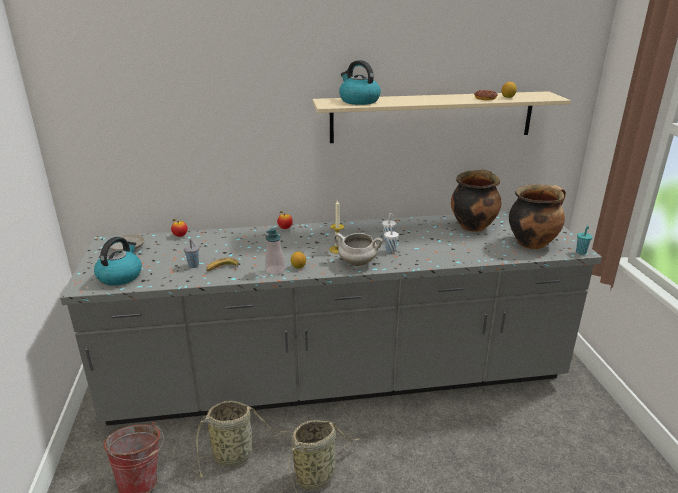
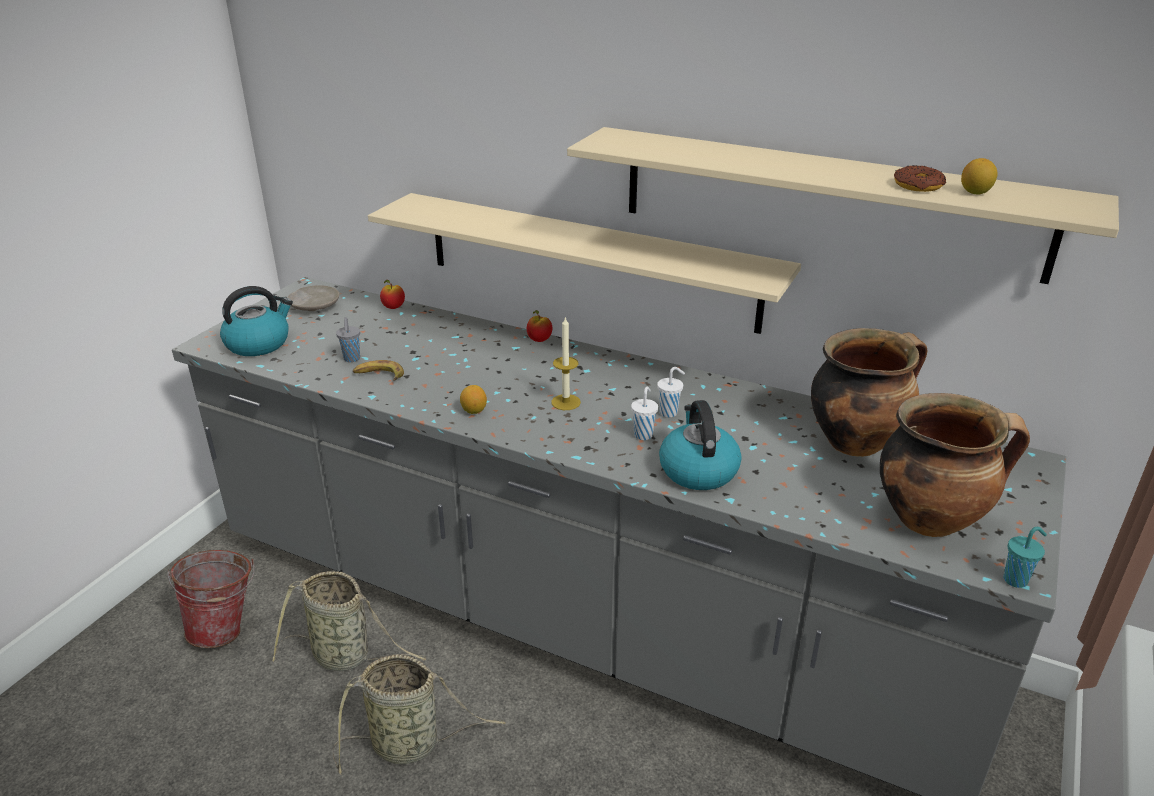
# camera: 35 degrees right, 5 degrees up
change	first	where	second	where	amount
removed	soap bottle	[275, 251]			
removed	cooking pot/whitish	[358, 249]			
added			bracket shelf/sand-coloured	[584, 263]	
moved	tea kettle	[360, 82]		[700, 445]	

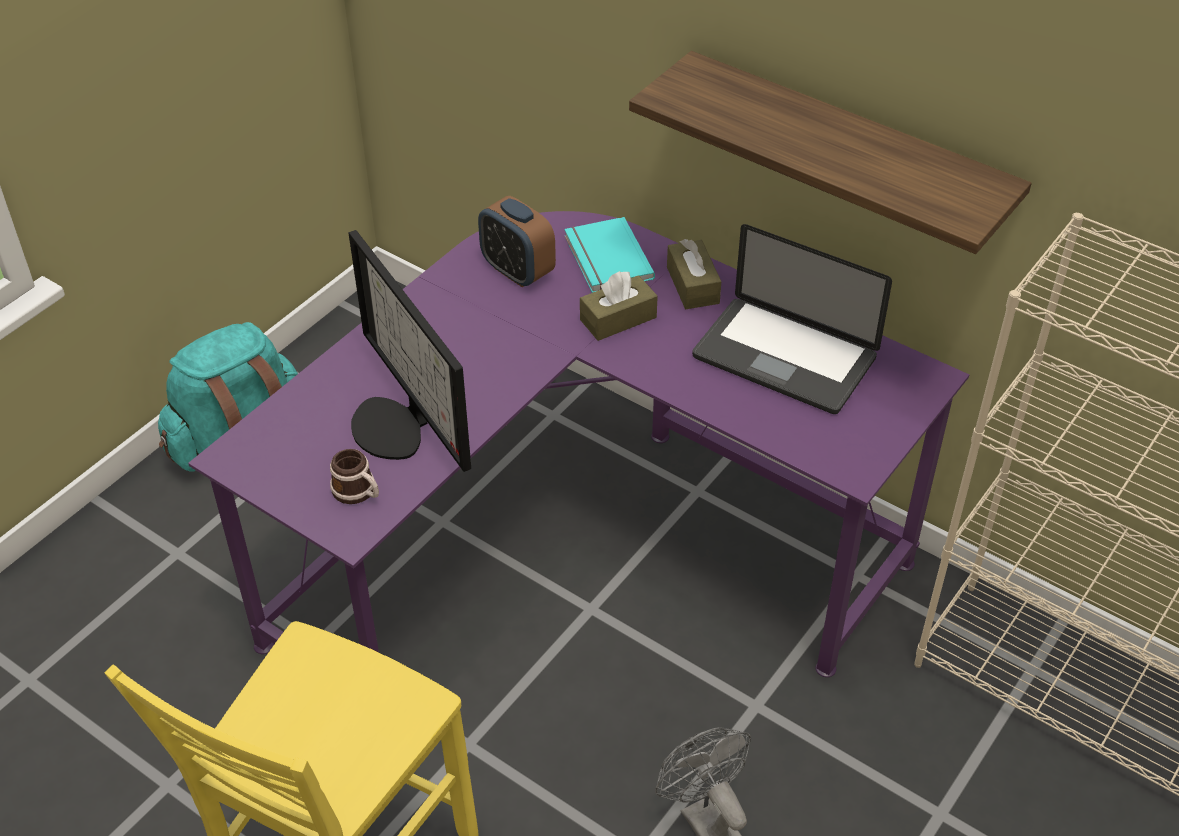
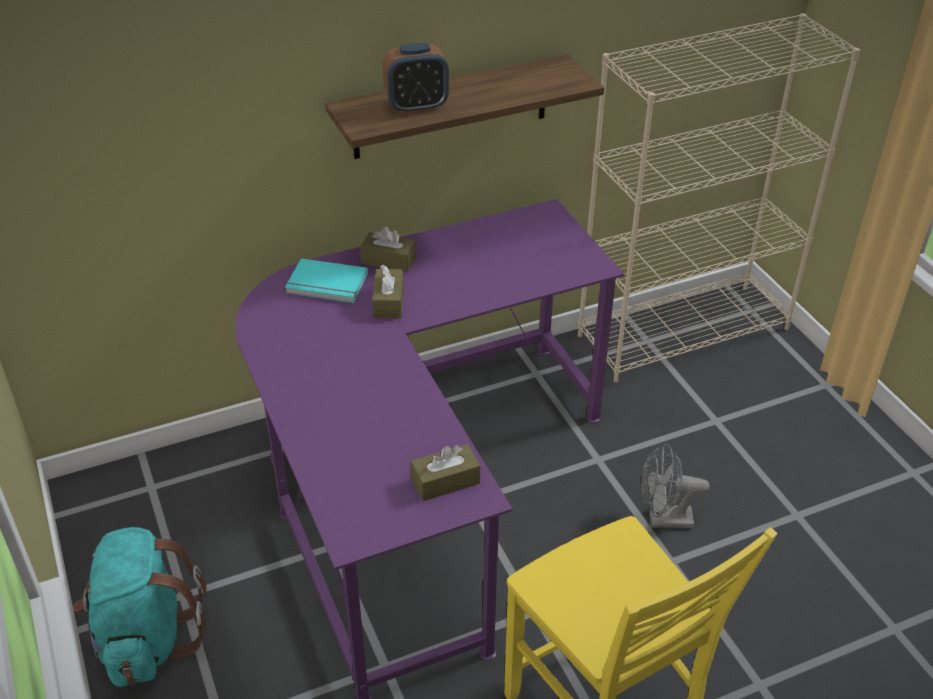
# camera: 60 degrees left, 5 degrees down
change	first	where	second	where	amount
removed	computer screen	[410, 351]			
removed	notebook computer	[792, 319]			
moved	table clock	[517, 241]		[416, 78]	
replaced	mug	[354, 476]	tissue box/brown	[446, 472]	

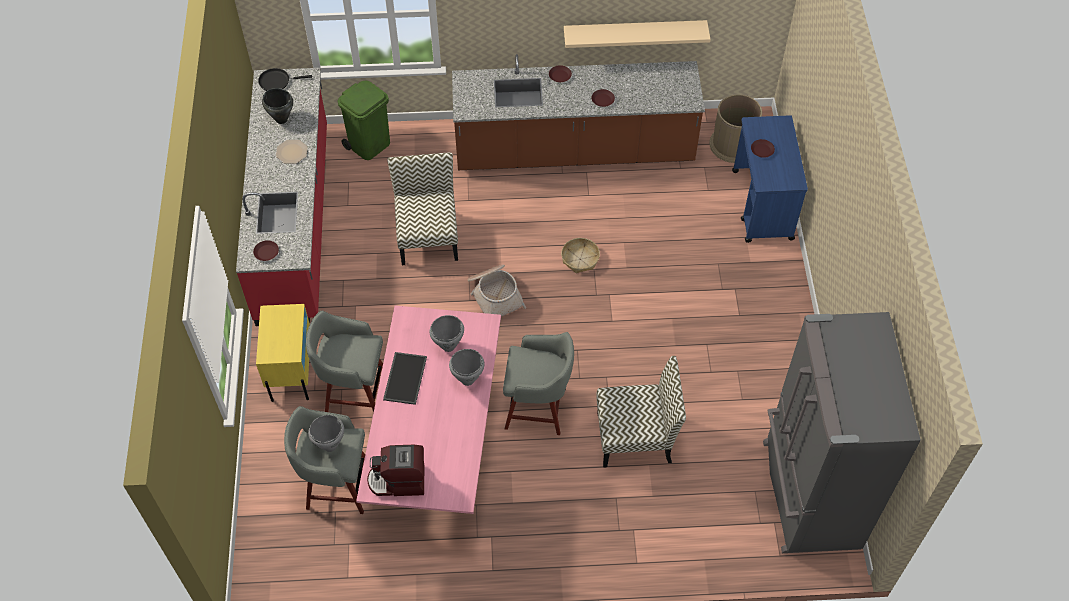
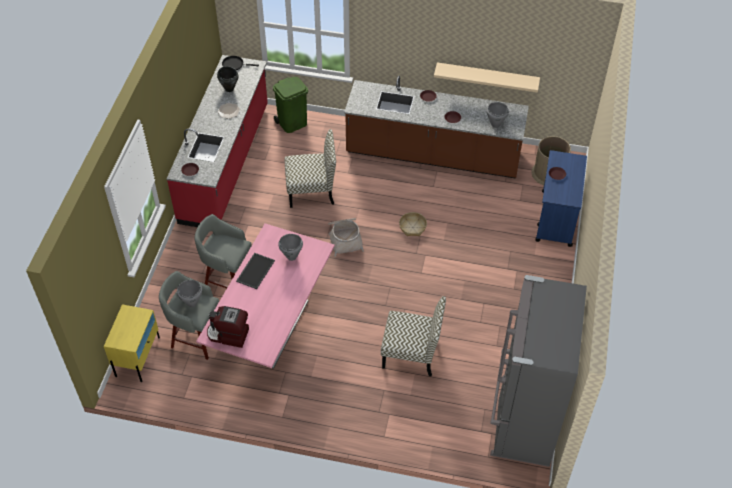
# camera: 15 degrees right, 5 degrees down
change	first	where	second	where	amount
removed	stool seat/greyish	[538, 383]			
moved	nightstand/yellowish	[283, 353]		[132, 343]	
moved	cooking pot/greyish	[467, 367]		[498, 115]	
turned	chair	[422, 209]		[310, 168]	75 degrees clockwise

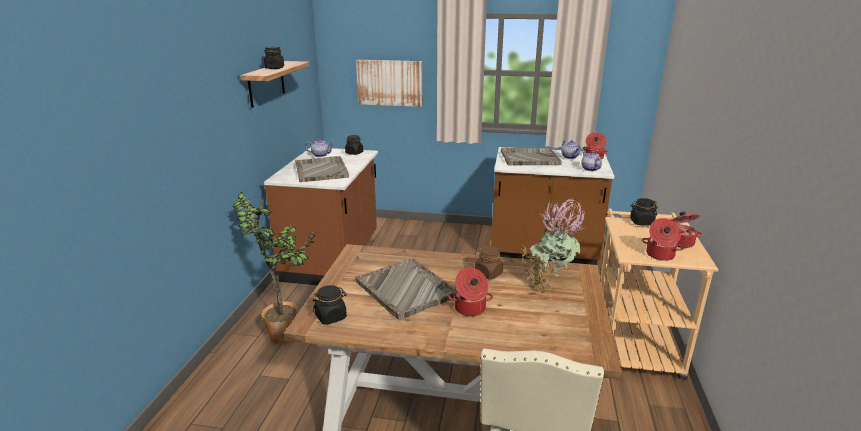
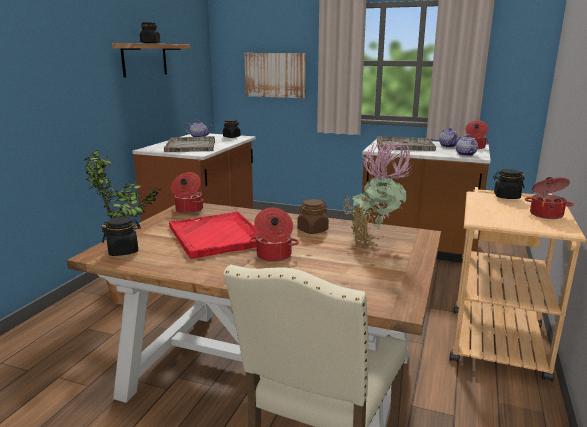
# camera: 10 degrees right, 5 degrees down
change	first	where	second	where	amount
moved	cooking pot	[663, 239]		[187, 192]	
recoloured	tray/greyish	[406, 289]	tray/red-coloured	[213, 235]	

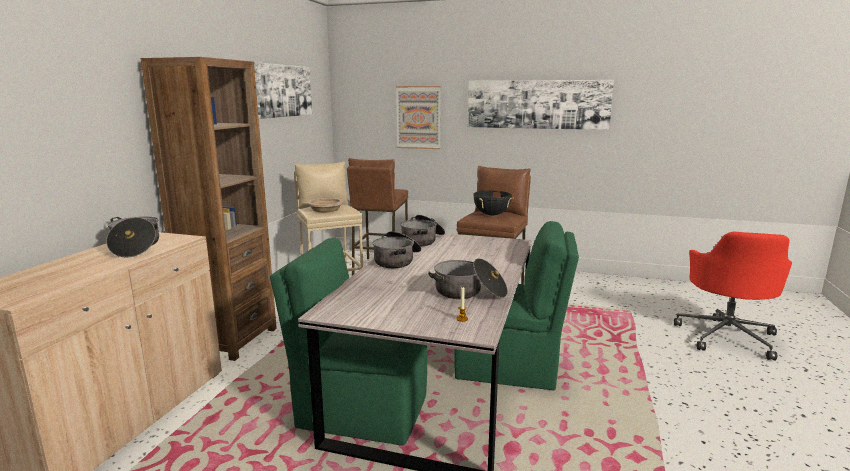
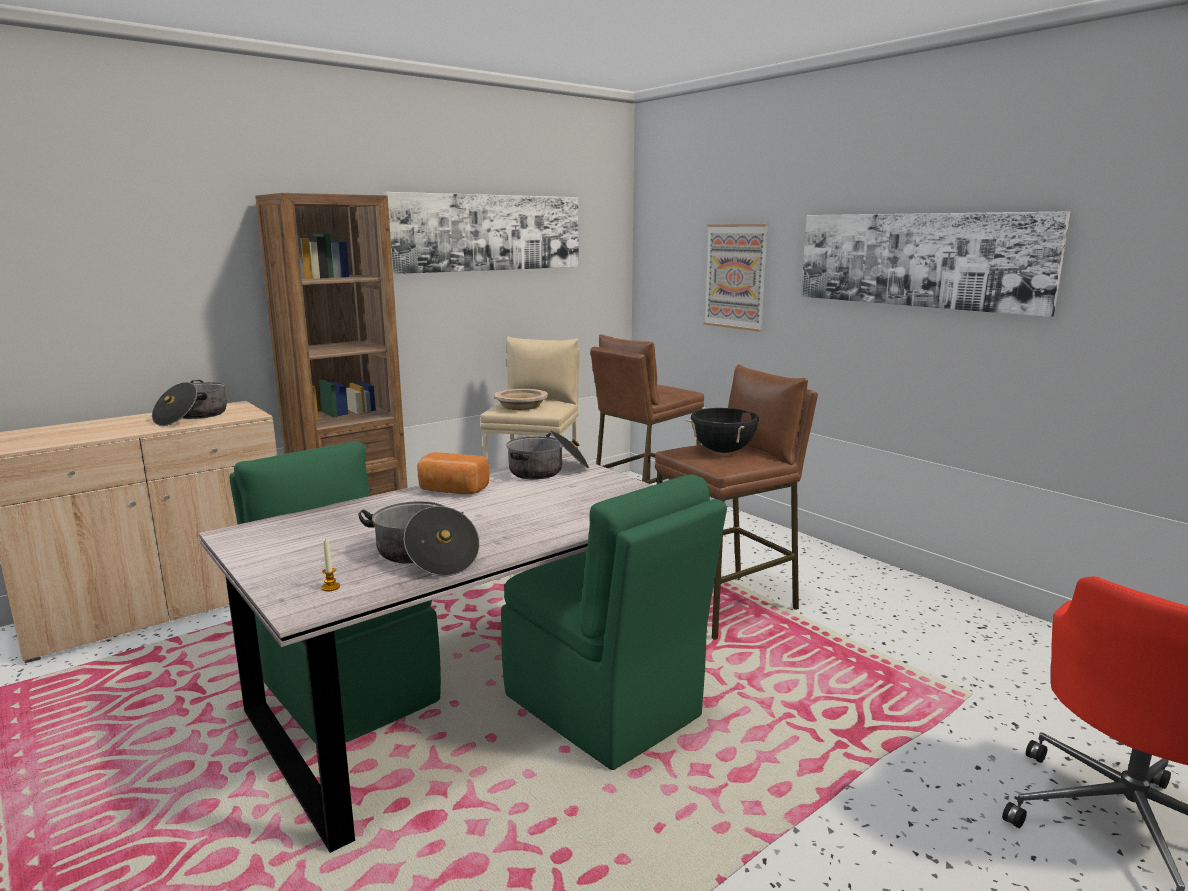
# camera: 35 degrees right, 0 degrees up
change	first	where	second	where	amount
replaced	cooking pot	[397, 249]	bakery bread	[453, 473]	

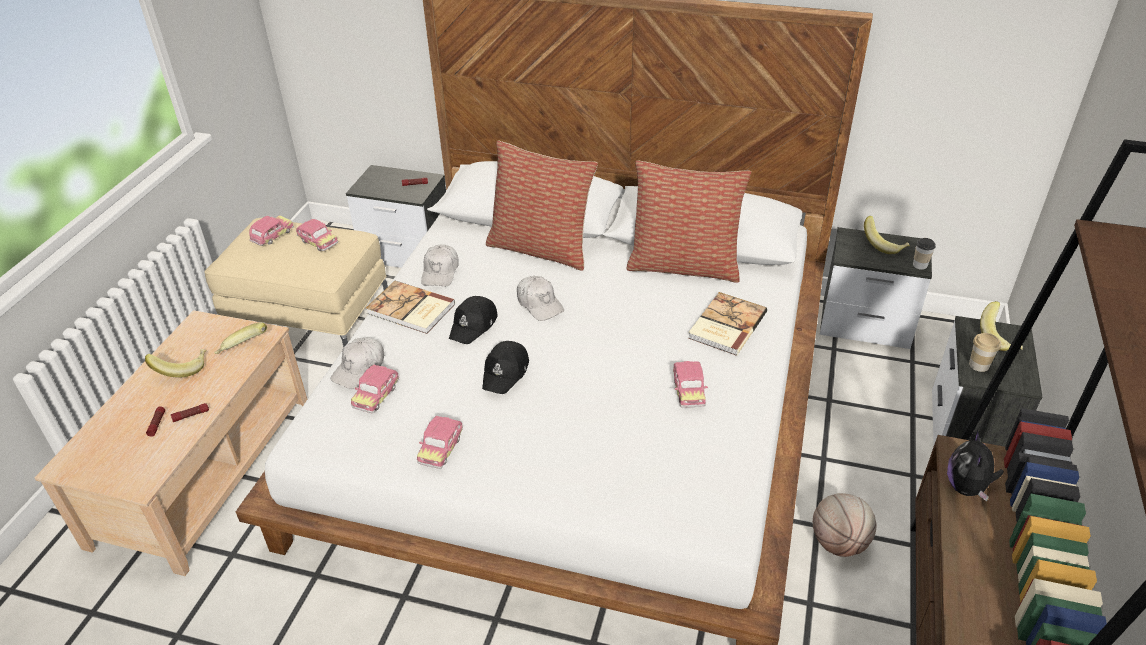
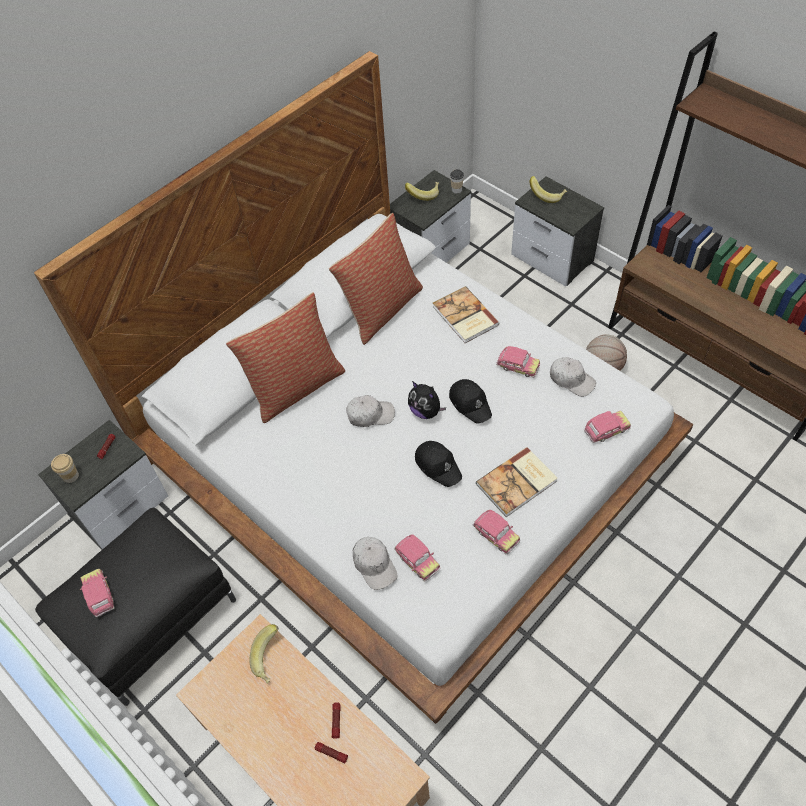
# camera: 60 degrees left, 15 degrees up
change	first	where	second	where	amount
removed	whole banana	[175, 363]			
moved	toy car	[317, 235]		[607, 427]	
moved	bound book	[410, 307]		[516, 482]	
moved	cap/whitish	[439, 265]		[573, 377]	
moved	cap/black	[473, 320]		[470, 401]	
moved	soft toy	[975, 465]		[427, 400]	
moved	drinking cup	[985, 352]		[65, 468]	
recoloured	footrest/sand-coloured	[296, 282]	footrest/black	[135, 607]	

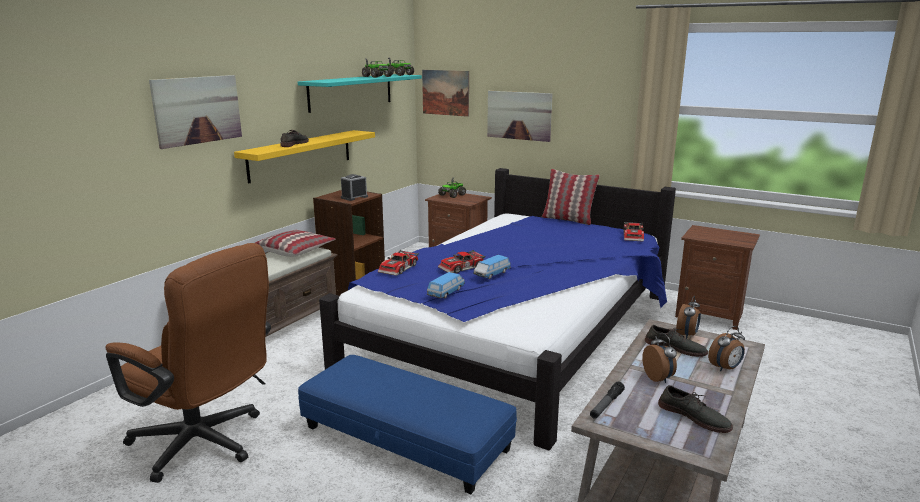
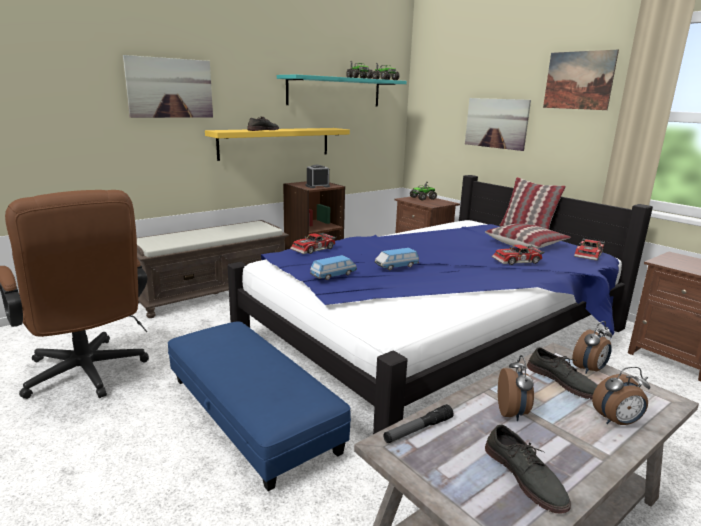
# camera: 20 degrees right, 0 degrees up
change	first	where	second	where	amount
moved	cushion	[295, 243]		[528, 236]	
moved	wall picture	[445, 93]		[581, 80]	
moved	toy car	[462, 261]		[518, 255]	

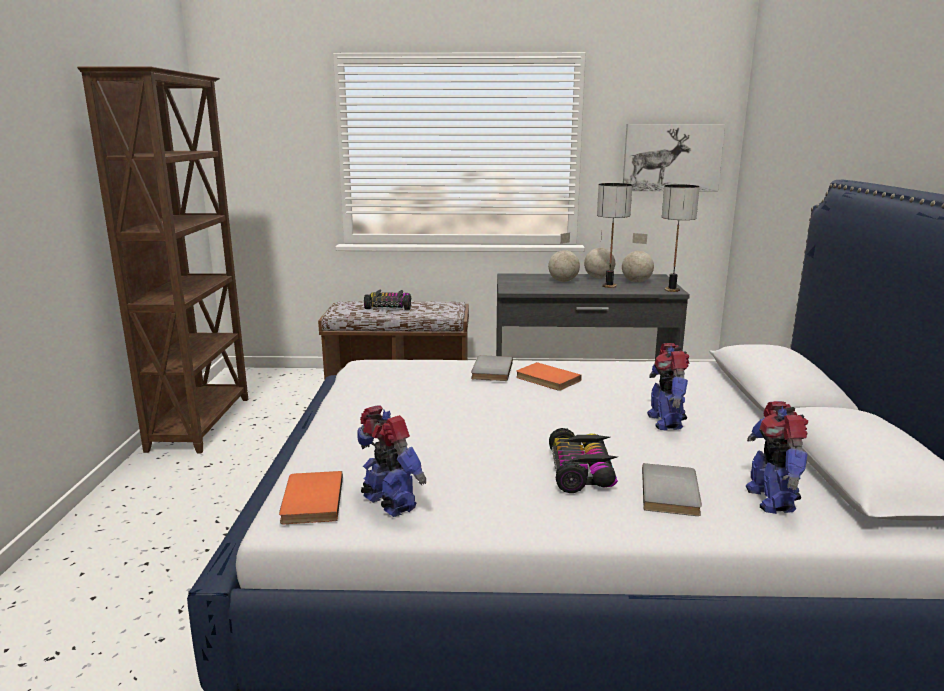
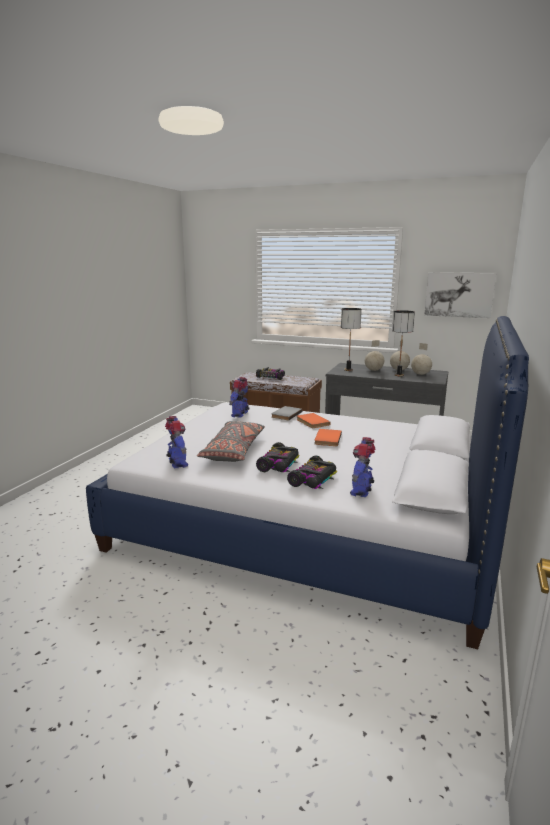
# camera: 20 degrees right, 0 degrees up
change	first	where	second	where	amount
removed	bookshelf/brown	[162, 259]			
added			cushion/greyish	[231, 441]	
moved	bound book/orangey	[311, 497]		[328, 437]	
moved	toy robot	[668, 387]		[239, 397]	
moved	table lamp	[681, 238]		[351, 339]	
replaced	bound book/greyish	[672, 489]	toy car	[312, 472]	

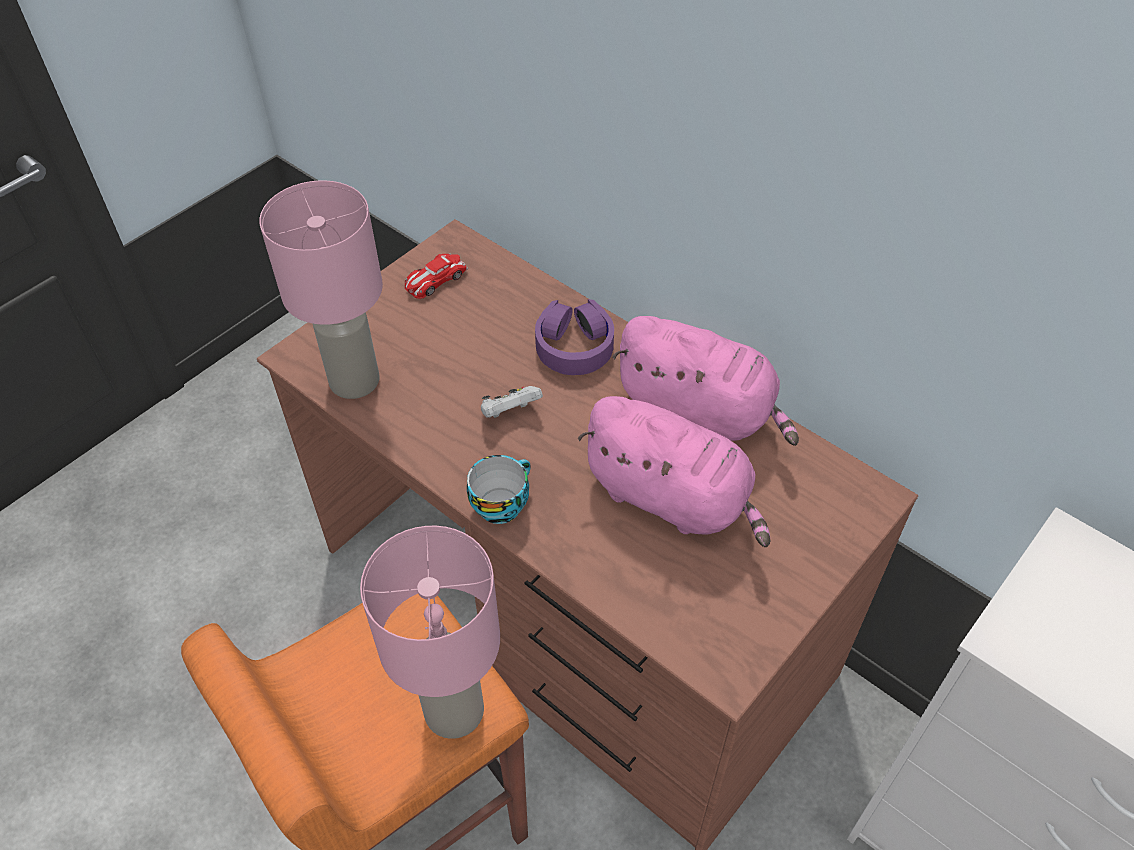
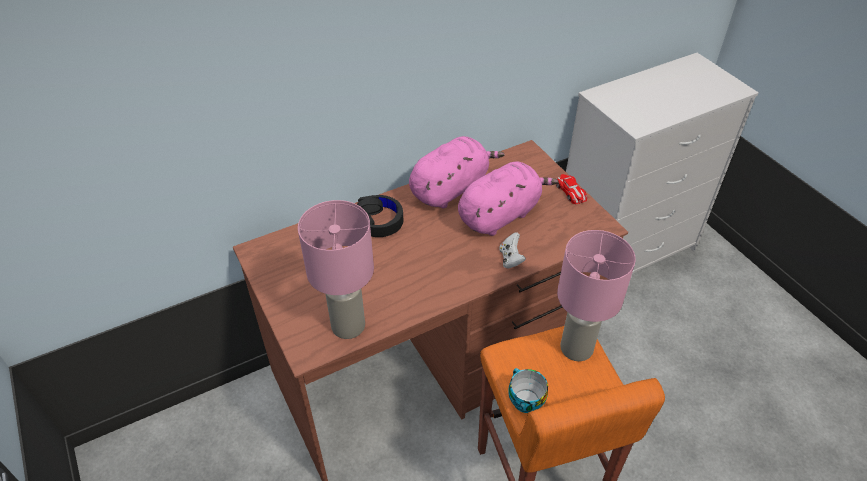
# camera: 70 degrees left, 5 degrees down
change	first	where	second	where	amount
moved	toy car	[437, 276]		[571, 189]	
moved	drinking cup	[499, 489]		[528, 390]	
moved	joypad/whitish	[512, 402]		[512, 250]	
recoloured	headphones/purple	[574, 337]	headphones/black	[380, 216]	

